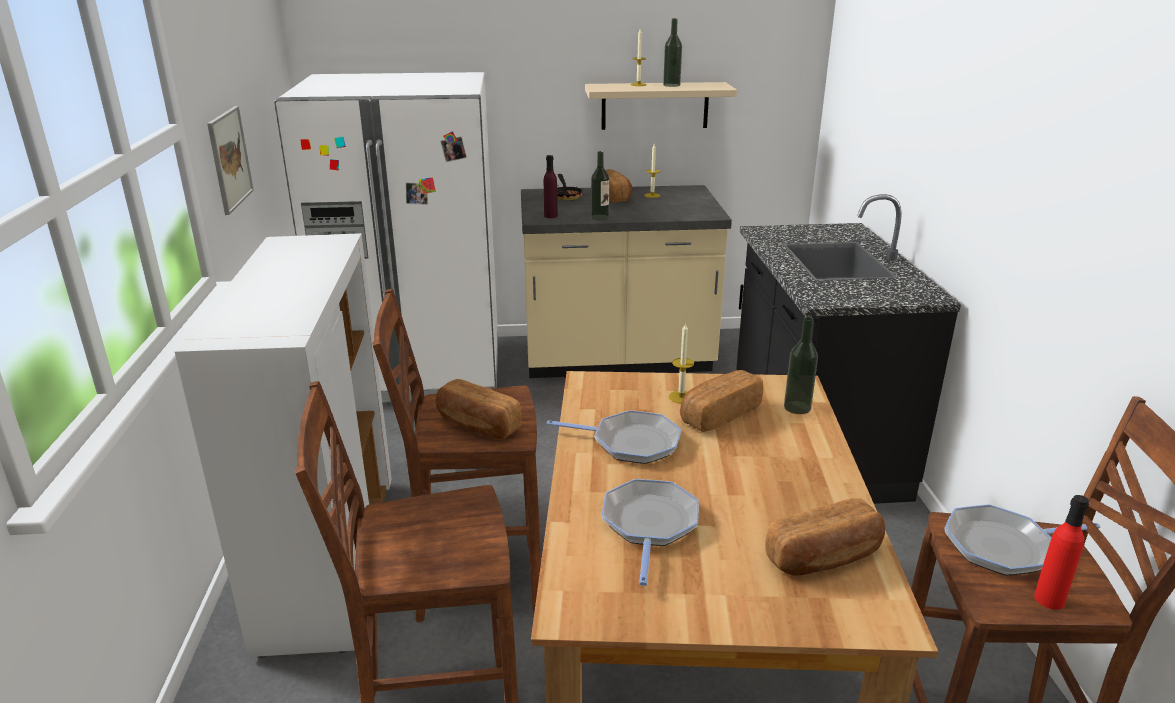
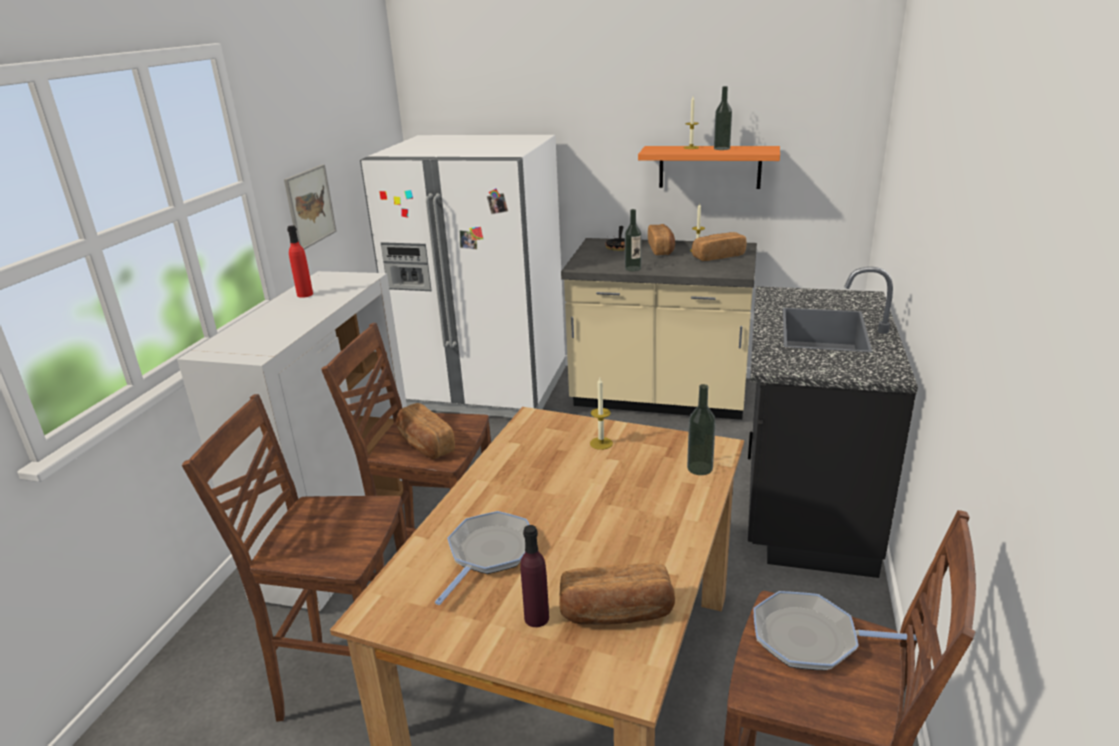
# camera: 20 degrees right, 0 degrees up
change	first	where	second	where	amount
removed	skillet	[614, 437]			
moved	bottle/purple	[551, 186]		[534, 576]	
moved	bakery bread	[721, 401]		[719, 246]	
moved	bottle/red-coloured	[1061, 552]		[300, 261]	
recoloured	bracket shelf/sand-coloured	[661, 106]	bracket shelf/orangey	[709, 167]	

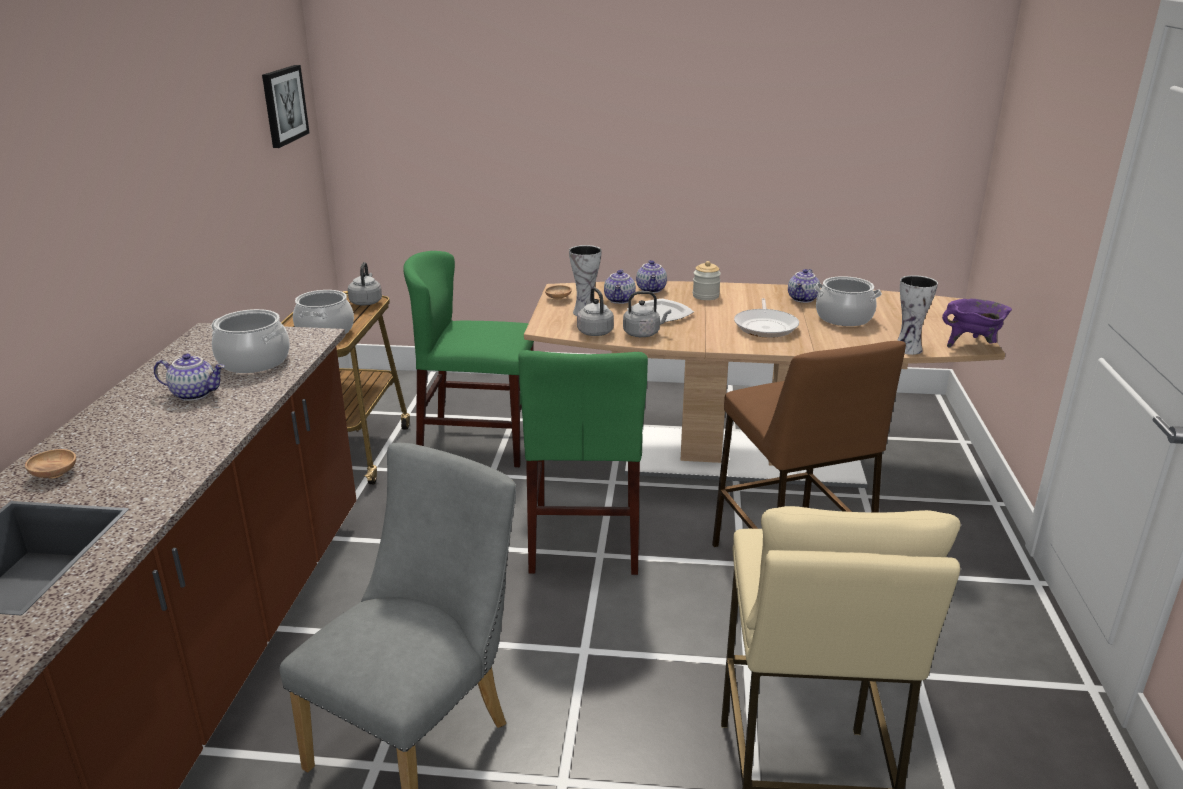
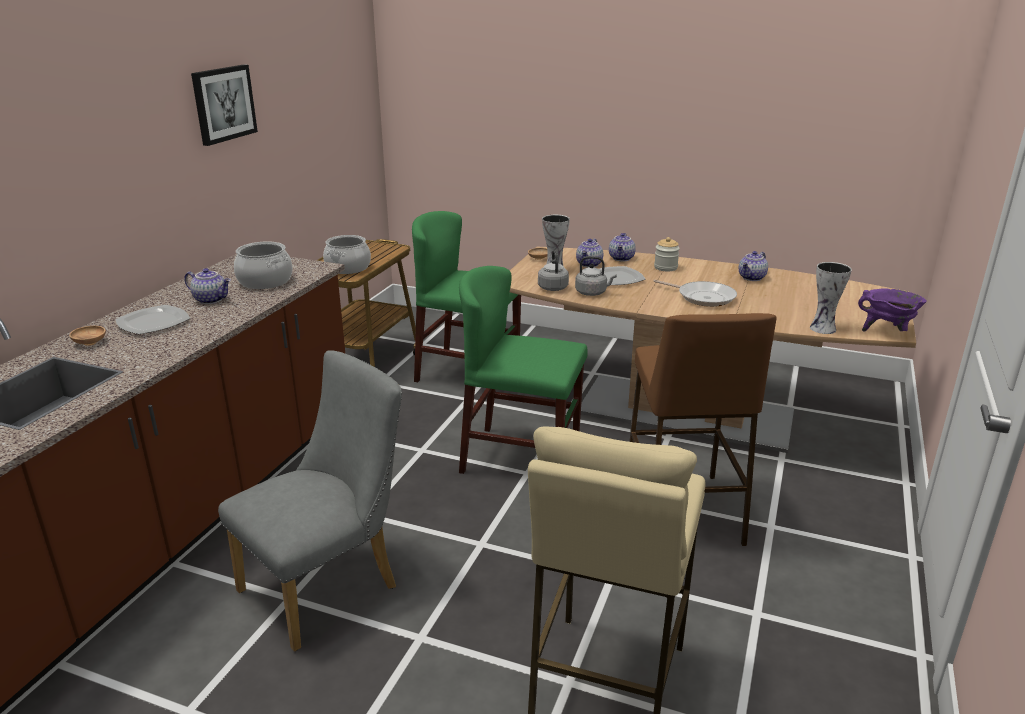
# camera: 15 degrees right, 0 degrees up
change	first	where	second	where	amount
removed	tea kettle/greyish	[365, 283]			
removed	cooking pot	[848, 301]			
added			flat dish	[152, 319]	
moved	wall picture	[285, 106]		[224, 105]	
turned	chair/greenish	[583, 462]		[523, 370]	90 degrees clockwise
turned	skillet	[766, 318]		[695, 293]	75 degrees counterclockwise

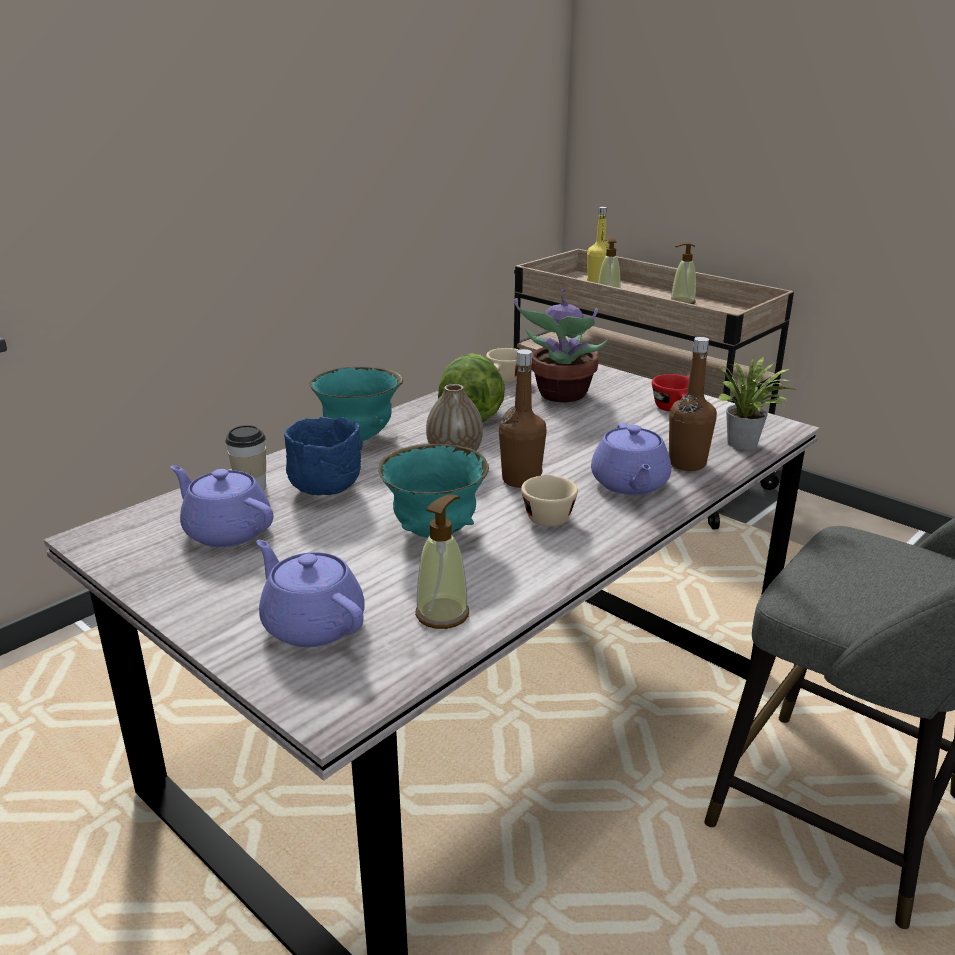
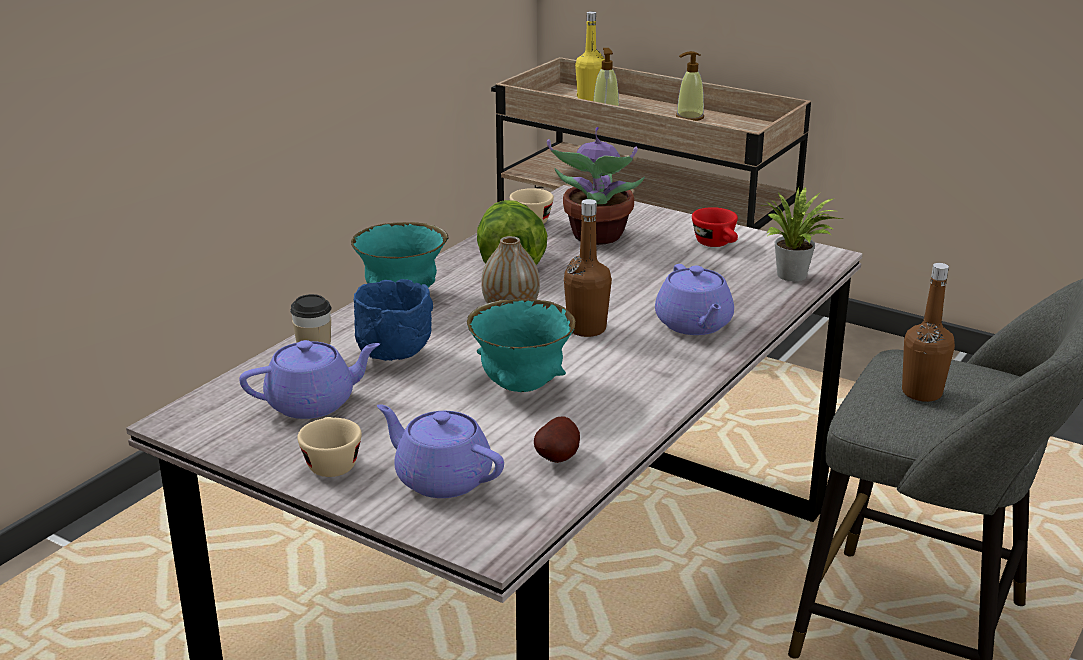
# camera: 10 degrees left, 0 degrees up
change	first	where	second	where	amount
moved	drinking cup/sand-coloured	[549, 501]		[329, 447]	
moved	bottle/brown	[693, 404]		[928, 332]	
replaced	soap bottle	[442, 561]	whole potato	[557, 439]	
turned	tea pot/purple	[221, 506]		[309, 379]	135 degrees clockwise

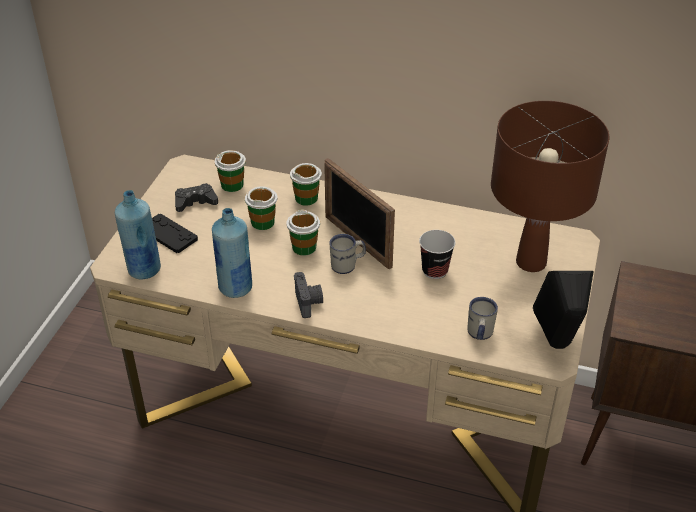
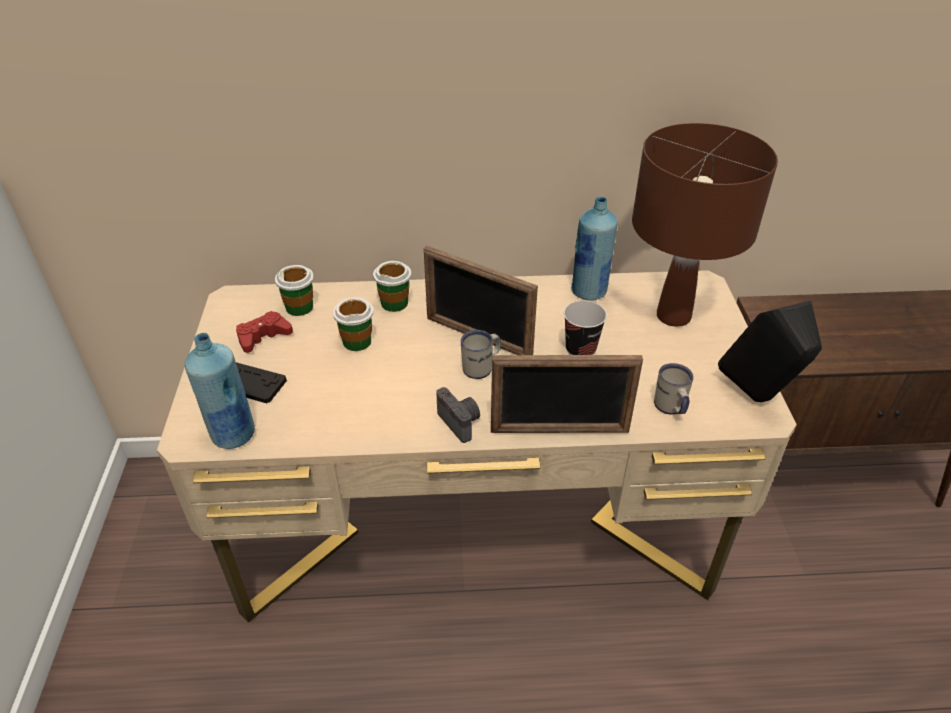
# camera: 20 degrees left, 0 degrees up
change	first	where	second	where	amount
removed	drinking cup	[303, 232]			
added			picture frame	[567, 394]	
moved	bottle/blue	[232, 253]		[594, 248]	
recoloured	joypad/black	[196, 197]	joypad/red-coloured	[264, 332]	

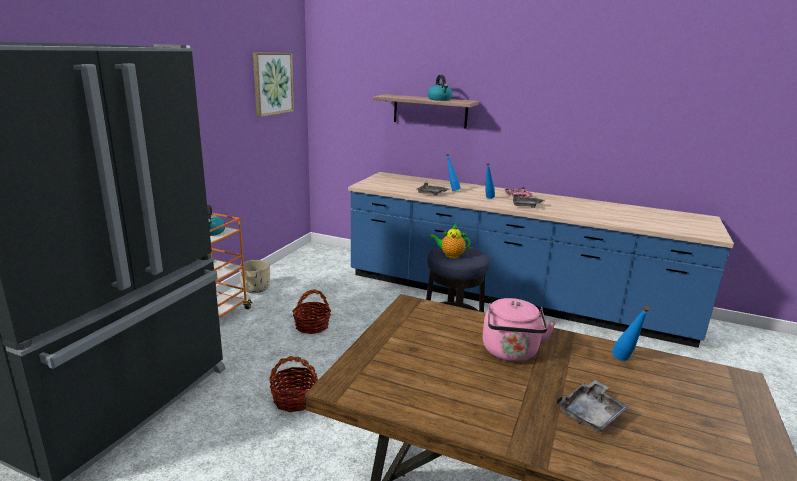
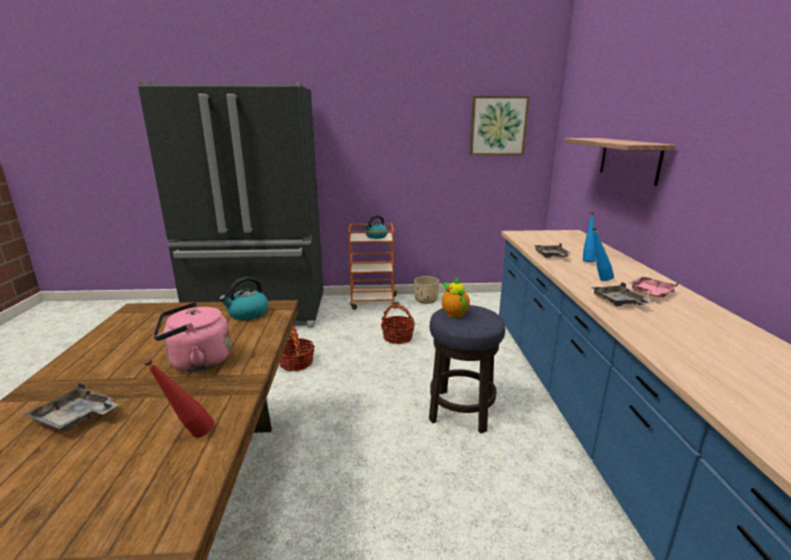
# camera: 65 degrees right, 0 degrees up
change	first	where	second	where	amount
moved	tea kettle	[440, 88]		[244, 298]	
recoloured	bottle/blue	[631, 333]	bottle/red-coloured	[178, 398]	

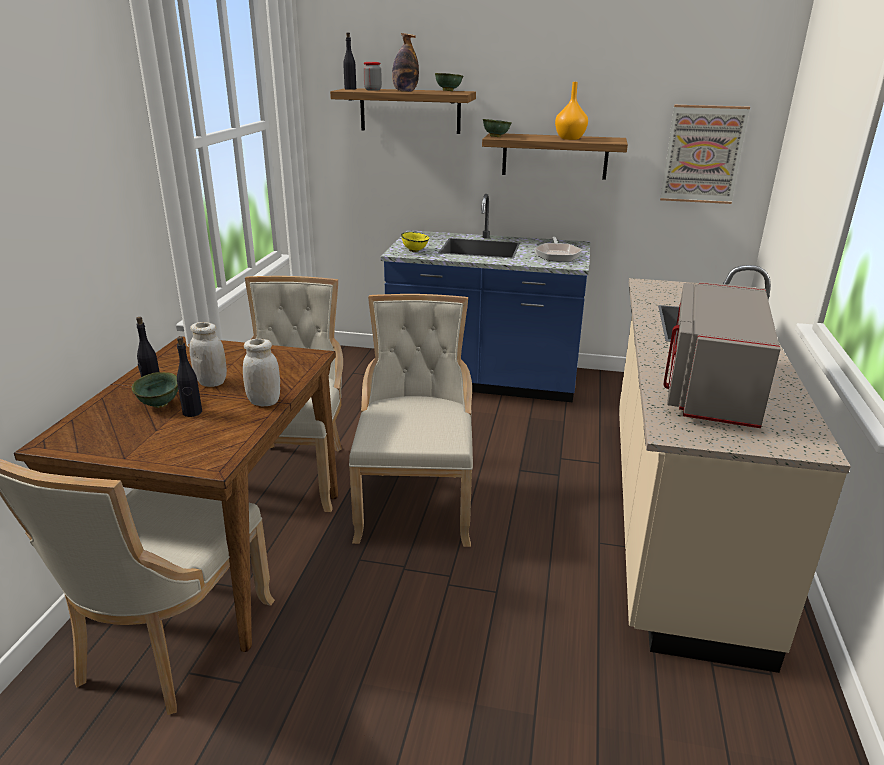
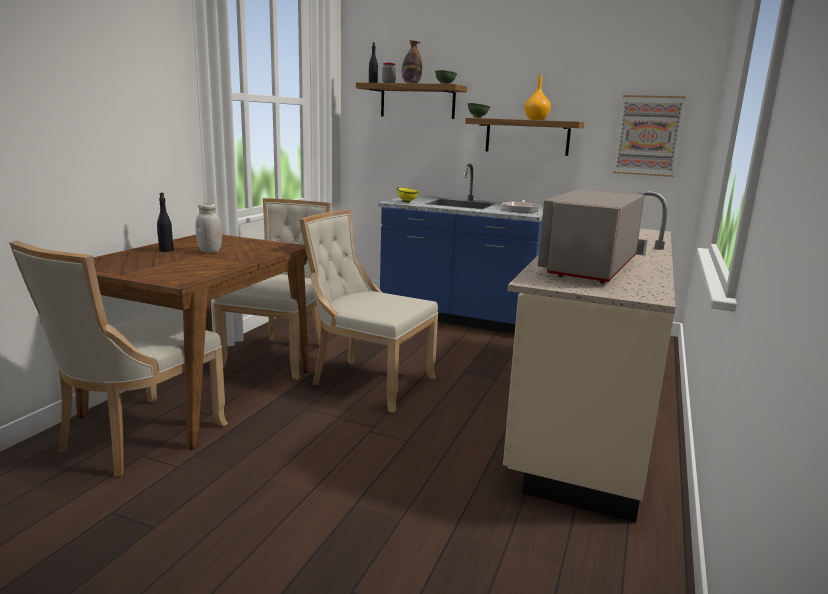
# camera: 10 degrees right, 10 degrees down
change	first	where	second	where	amount
removed	deep dish/greenish	[155, 390]			
removed	bottle/black	[189, 377]			
removed	preserve jar/whitish	[261, 373]			
turned	chair/sand-coloured	[411, 420]		[368, 311]	75 degrees counterclockwise

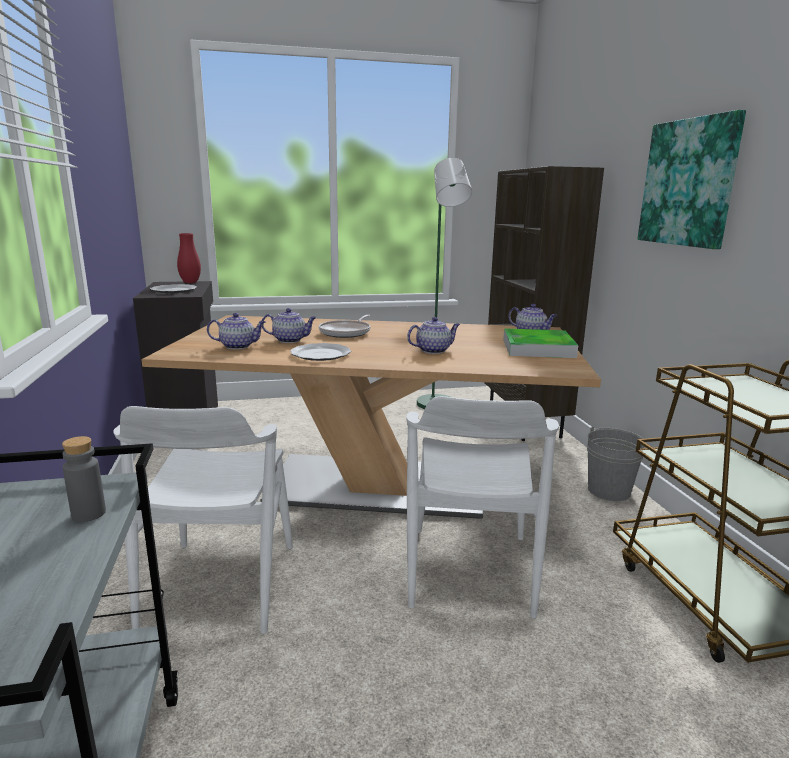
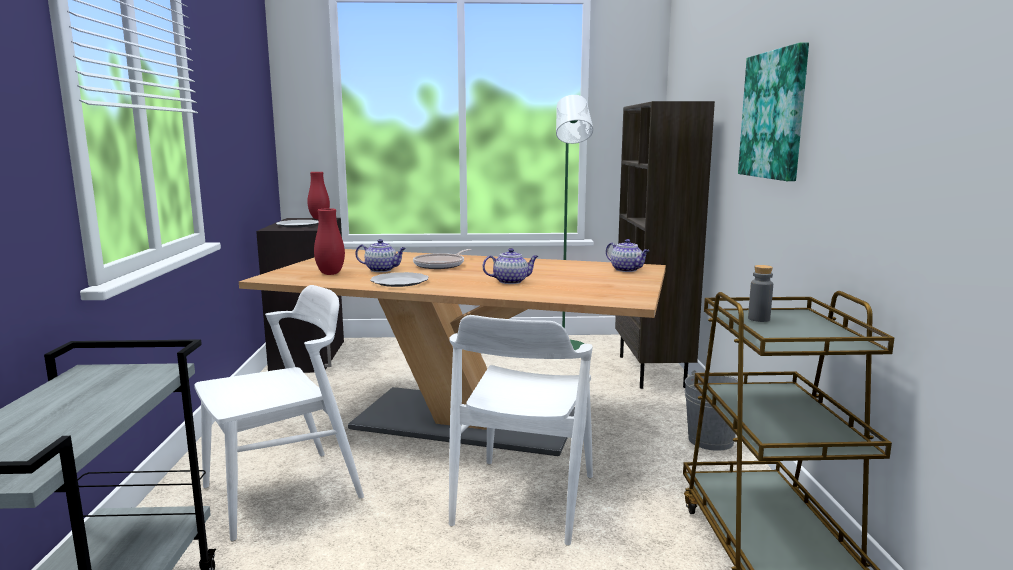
# camera: 10 degrees right, 5 degrees down
change	first	where	second	where	amount
removed	tray	[540, 343]			
moved	bottle/greyish	[84, 479]		[760, 293]	
replaced	tea pot	[236, 331]	vase/red-coloured	[329, 241]	
turned	chair/whitish	[203, 520]		[279, 413]	135 degrees counterclockwise

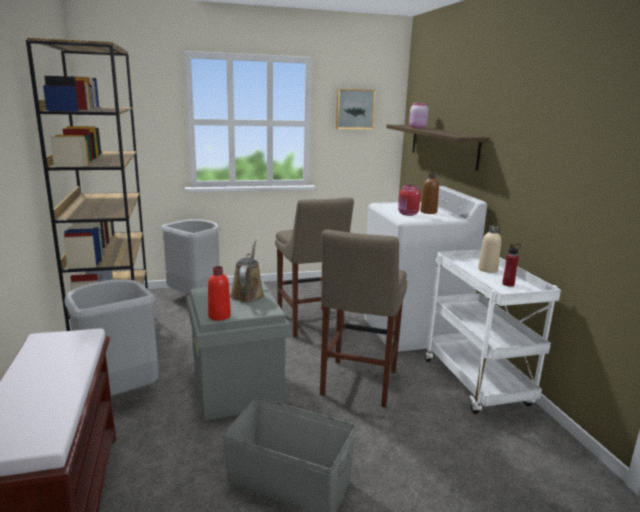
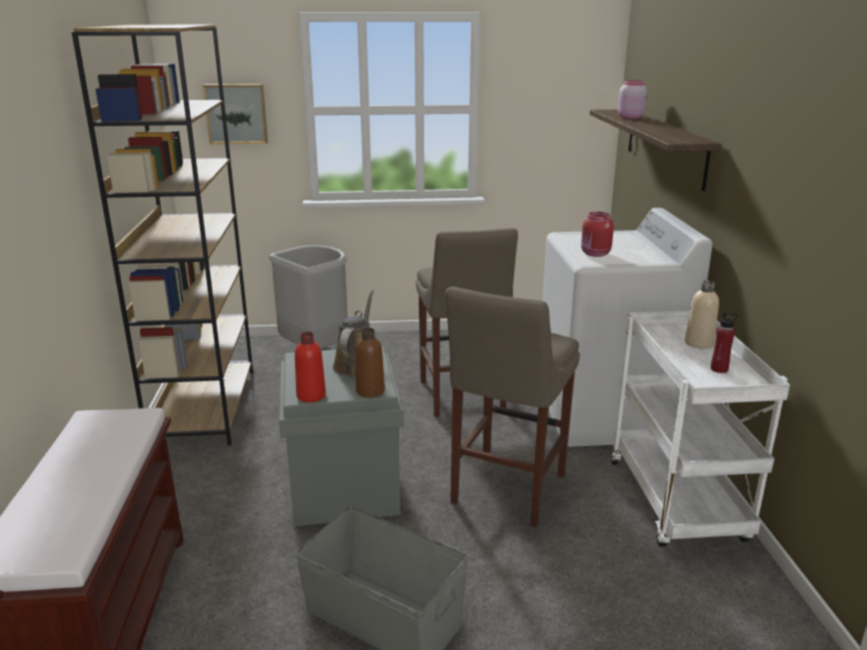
# camera: 10 degrees right, 5 degrees up
change	first	where	second	where	amount
removed	rubbish bin/greyish	[112, 337]			
moved	wall picture	[356, 109]		[235, 114]	
moved	bottle/brown	[429, 193]		[370, 362]	

